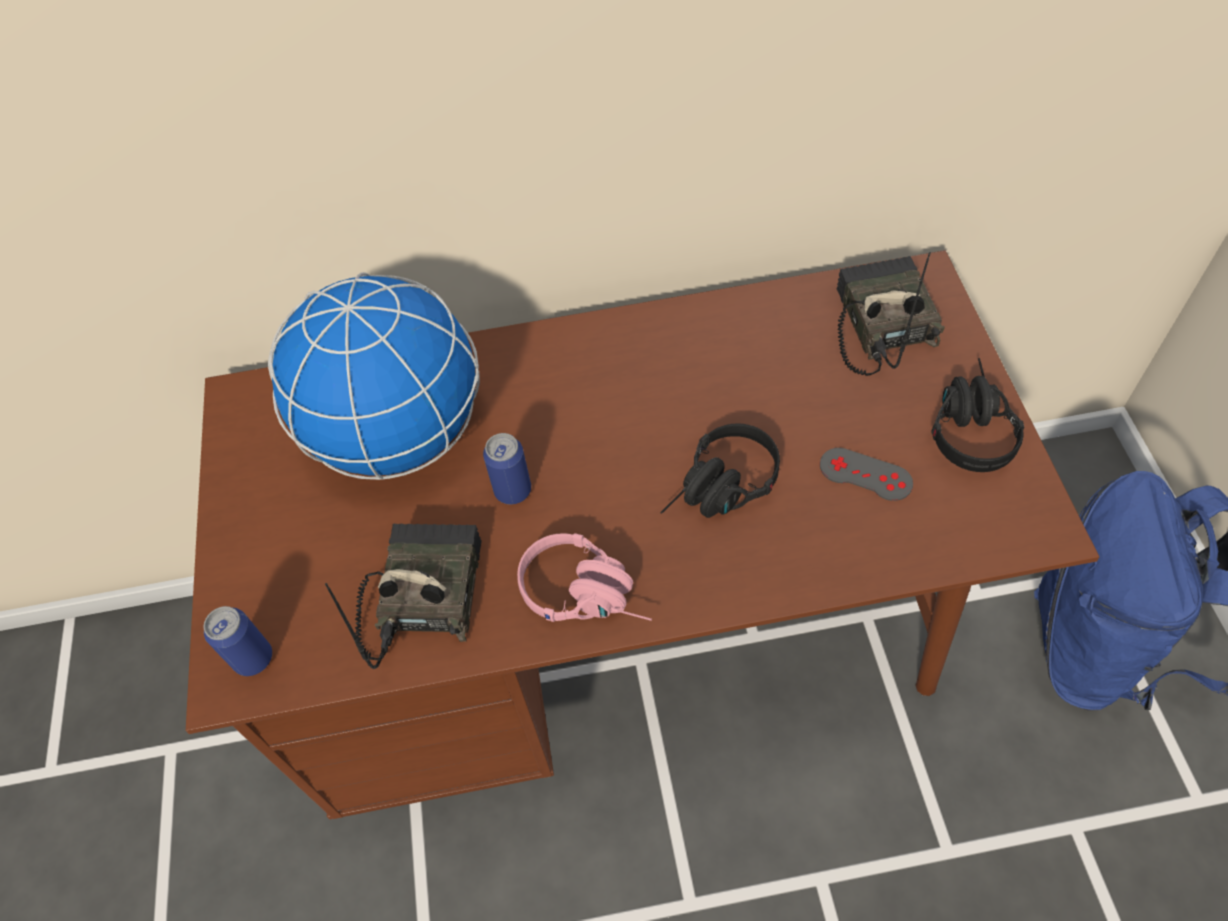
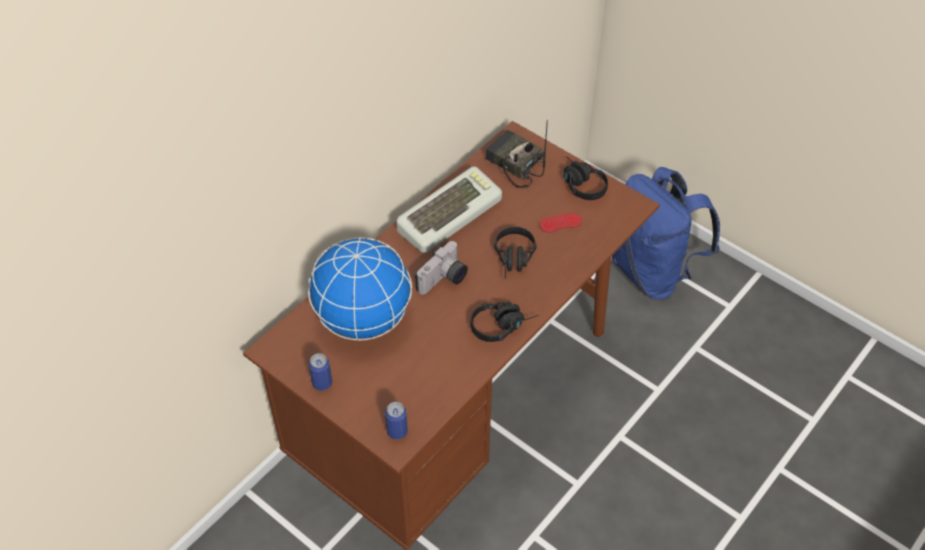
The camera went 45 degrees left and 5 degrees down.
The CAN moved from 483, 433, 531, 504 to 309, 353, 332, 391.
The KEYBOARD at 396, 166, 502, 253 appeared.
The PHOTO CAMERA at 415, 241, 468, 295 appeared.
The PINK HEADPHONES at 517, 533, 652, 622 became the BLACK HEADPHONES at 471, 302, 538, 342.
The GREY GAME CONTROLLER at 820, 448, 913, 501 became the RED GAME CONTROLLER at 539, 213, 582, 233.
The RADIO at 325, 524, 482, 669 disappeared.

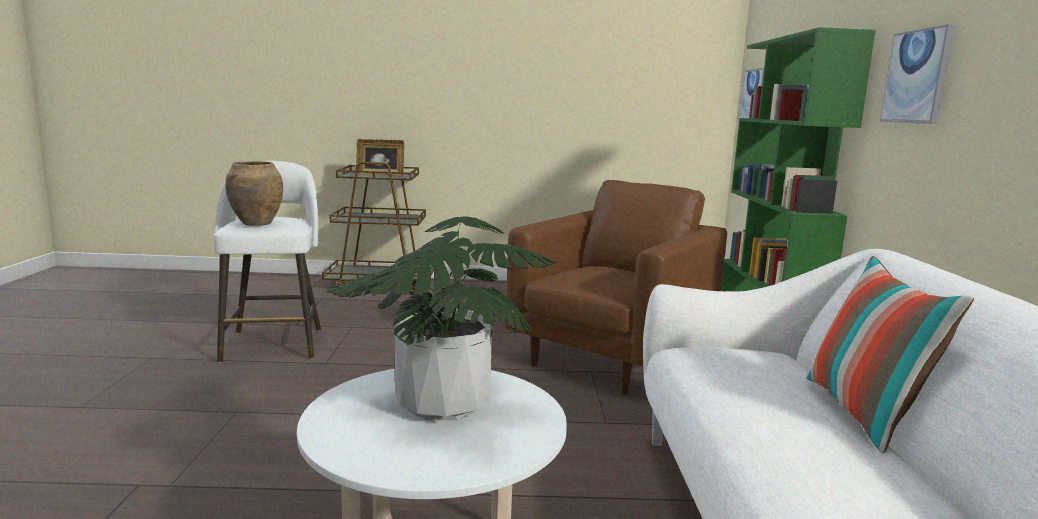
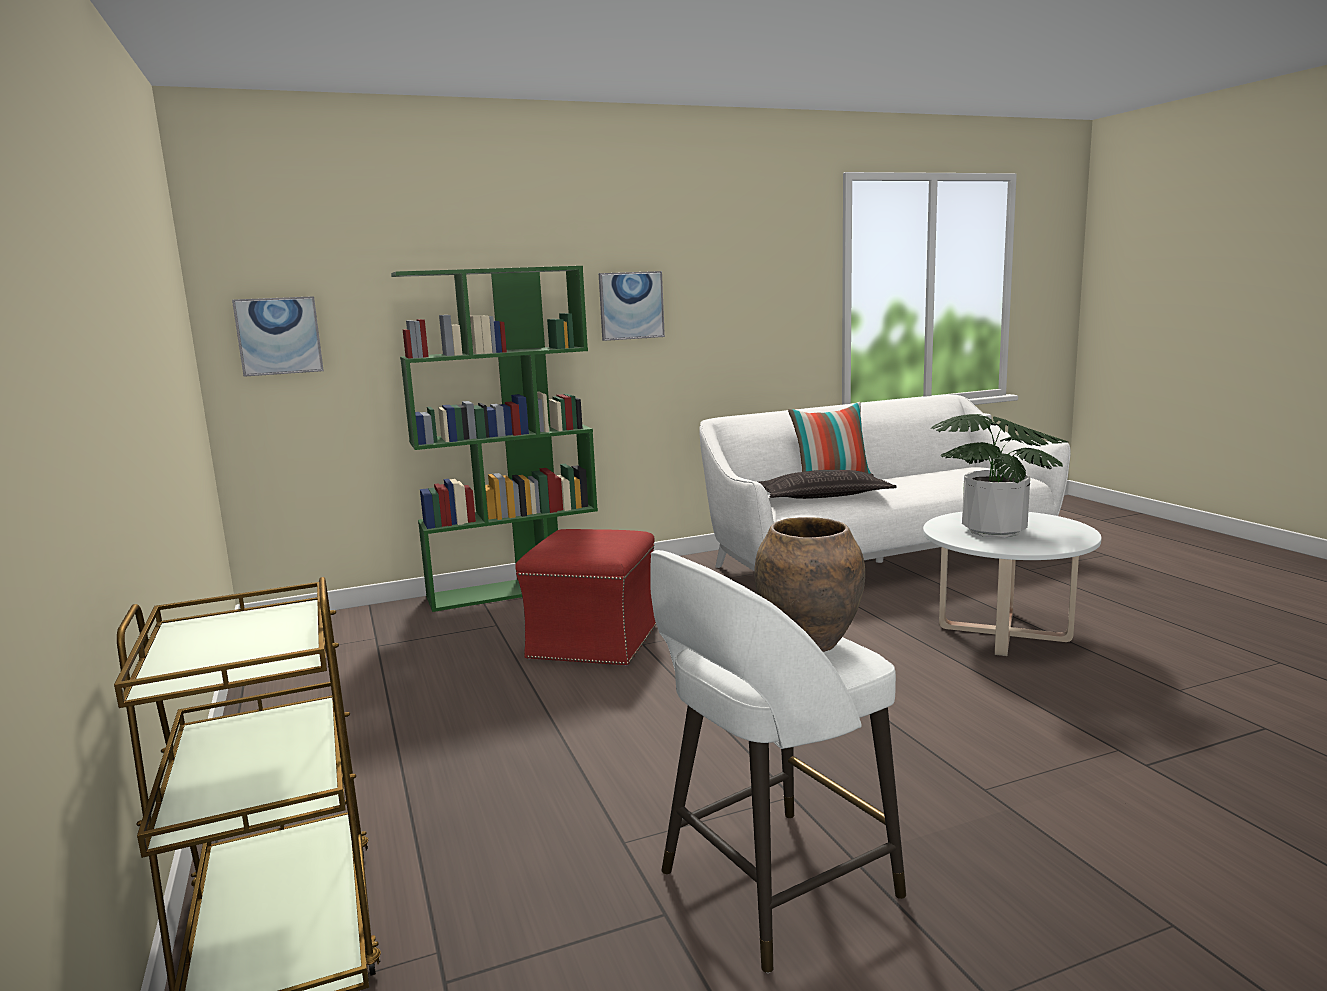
The camera went 110 degrees left and 0 degrees up.
The BROWN ARMCHAIR at 505, 180, 727, 394 was replaced by the RED OTTOMAN at 515, 529, 656, 666.
The PILLOW at 759, 470, 897, 499 appeared.
The PICTURE FRAME at 356, 139, 404, 176 disappeared.

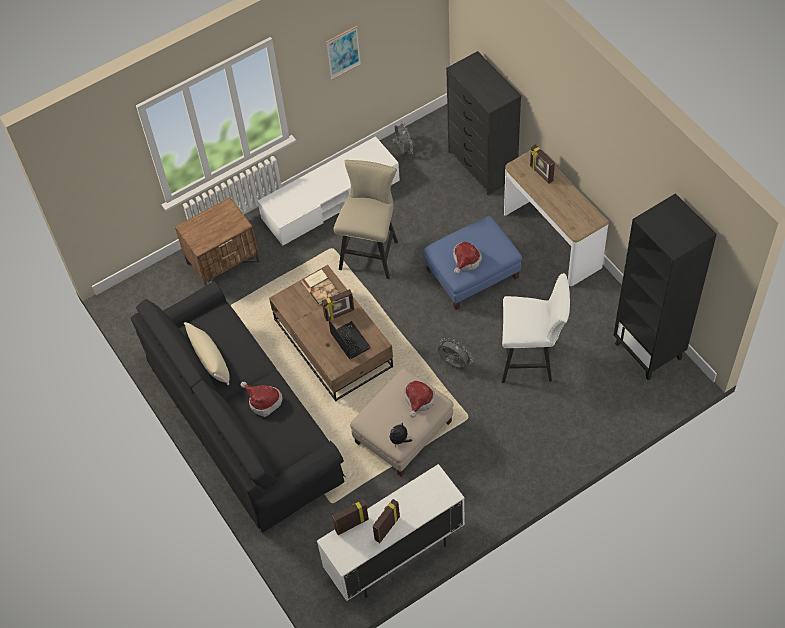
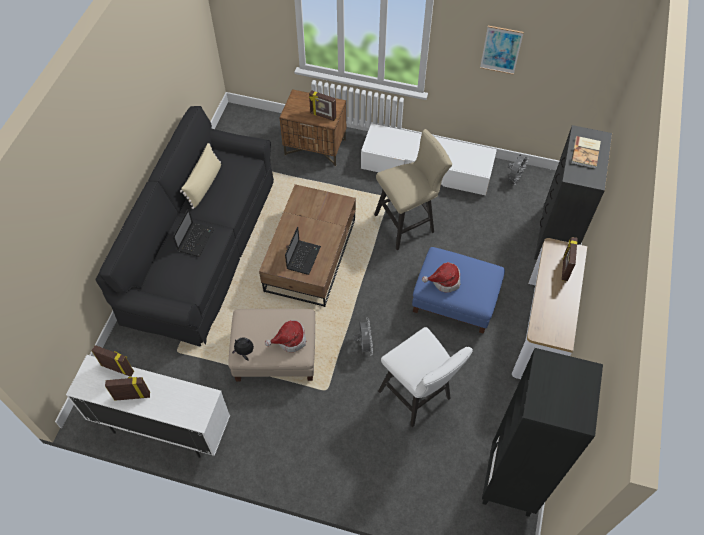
The camera went 45 degrees right and 0 degrees up.
The HAT at 241, 381, 283, 417 was replaced by the LAPTOP at 173, 208, 214, 257.
The PICTURE FRAME moved from 322, 289, 354, 321 to 309, 90, 336, 121.
The BOOK moved from 301, 269, 339, 305 to 571, 136, 601, 169.

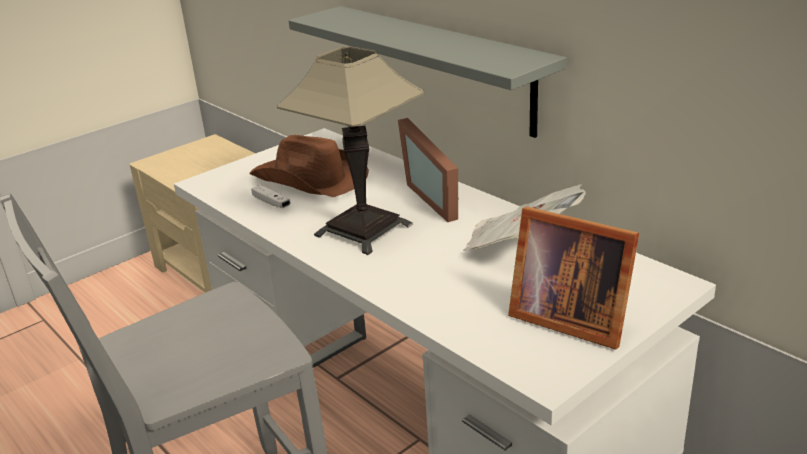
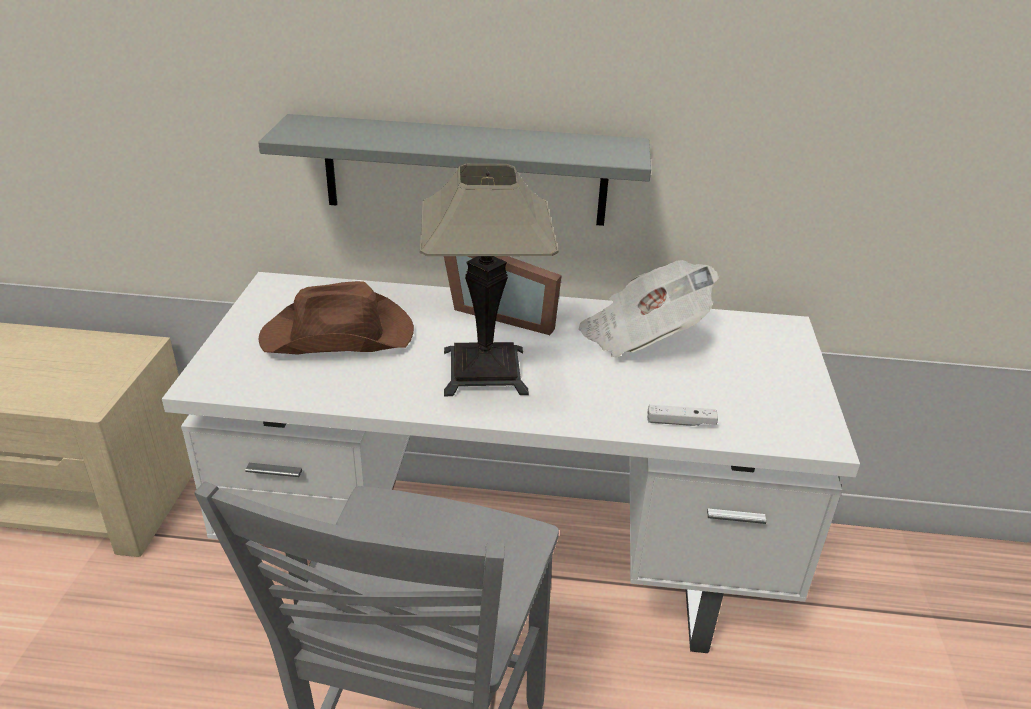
The camera went 45 degrees left and 5 degrees up.
The WHITE GAME CONTROLLER moved from 251, 185, 291, 208 to 647, 405, 718, 426.
The PICTURE FRAME at 508, 206, 639, 350 disappeared.

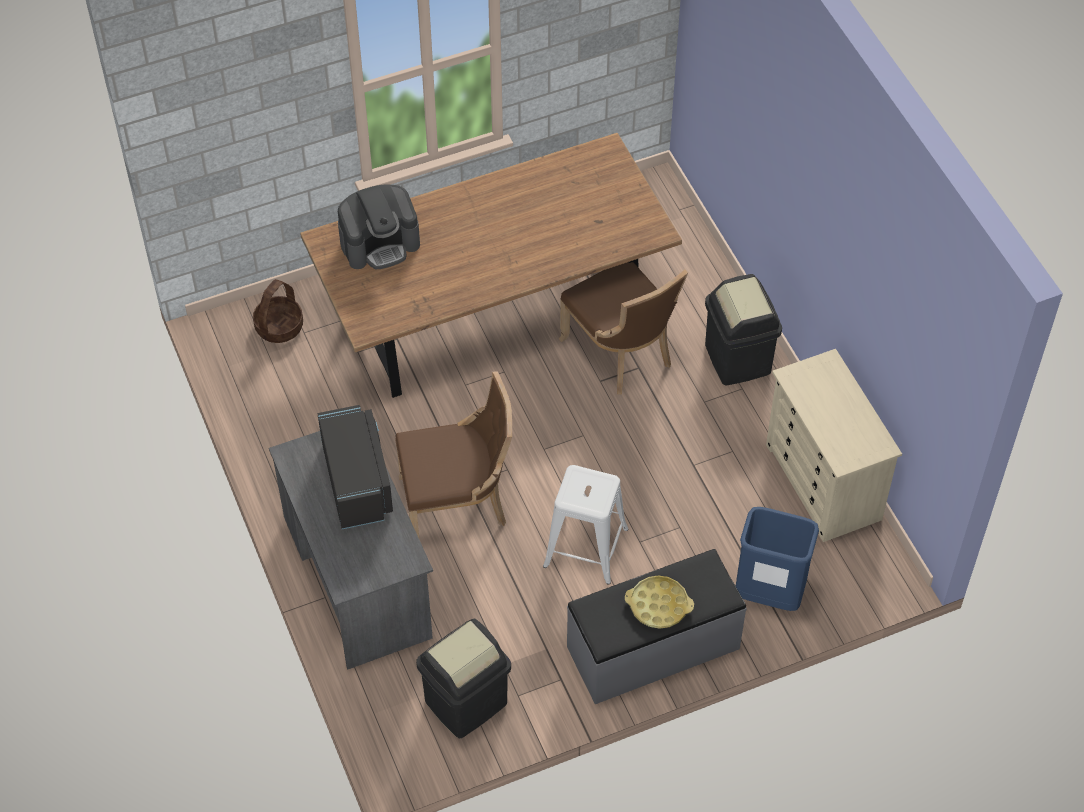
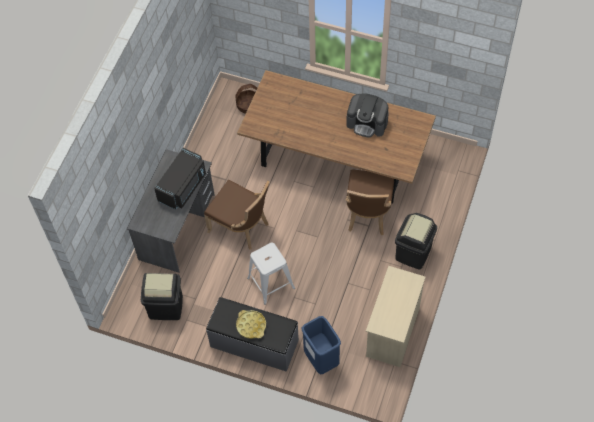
The camera went 45 degrees right and 5 degrees up.
The COFFEE MACHINE moved from 338, 184, 420, 270 to 346, 94, 389, 137.

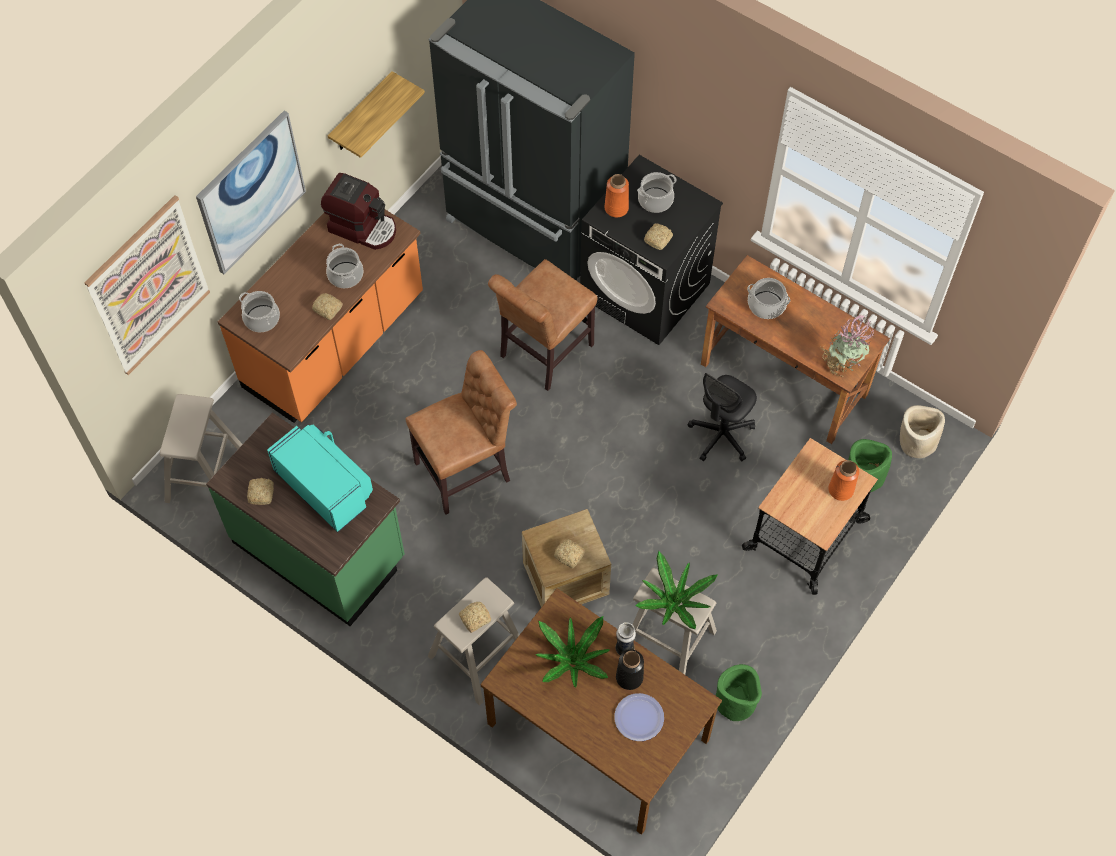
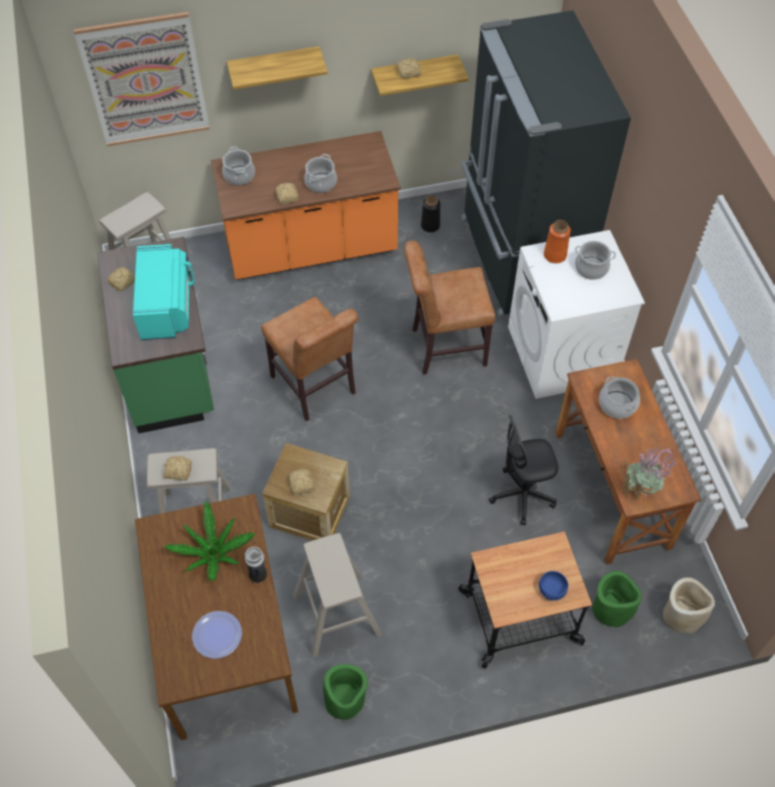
The camera went 40 degrees right and 5 degrees down.
The PICTURE at 196, 111, 306, 274 was replaced by the SHELF at 227, 46, 328, 90.
The BROWN CHAIR at 406, 350, 517, 515 turned 45 degrees clockwise.
The BREAD moved from 644, 224, 673, 250 to 397, 58, 421, 78.
The BLACK VASE moved from 616, 650, 644, 690 to 421, 195, 440, 232.
The BLACK WASHING MACHINE at 580, 155, 723, 345 became the WHITE WASHING MACHINE at 508, 230, 645, 399.
The ORANGE VASE at 828, 460, 859, 501 was replaced by the BLUE BOWL at 539, 571, 568, 601.
The COFFEE MACHINE at 321, 173, 396, 250 disappeared.
The POTTED PLANT at 635, 551, 718, 629 disappeared.

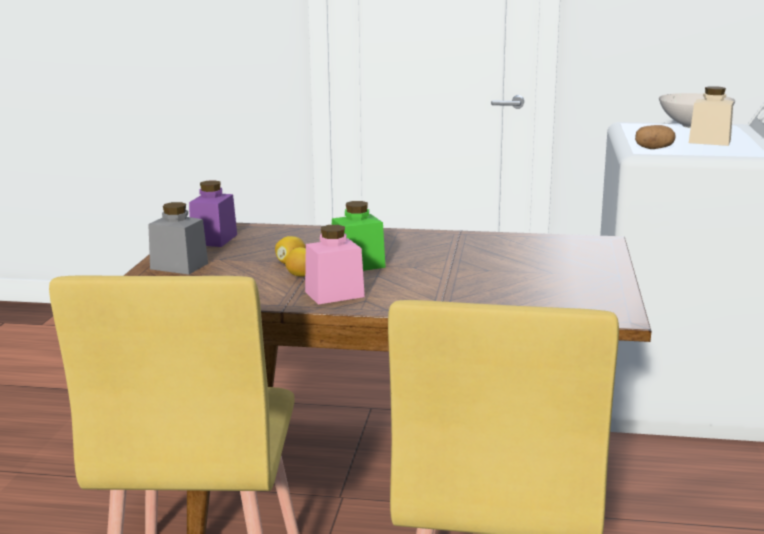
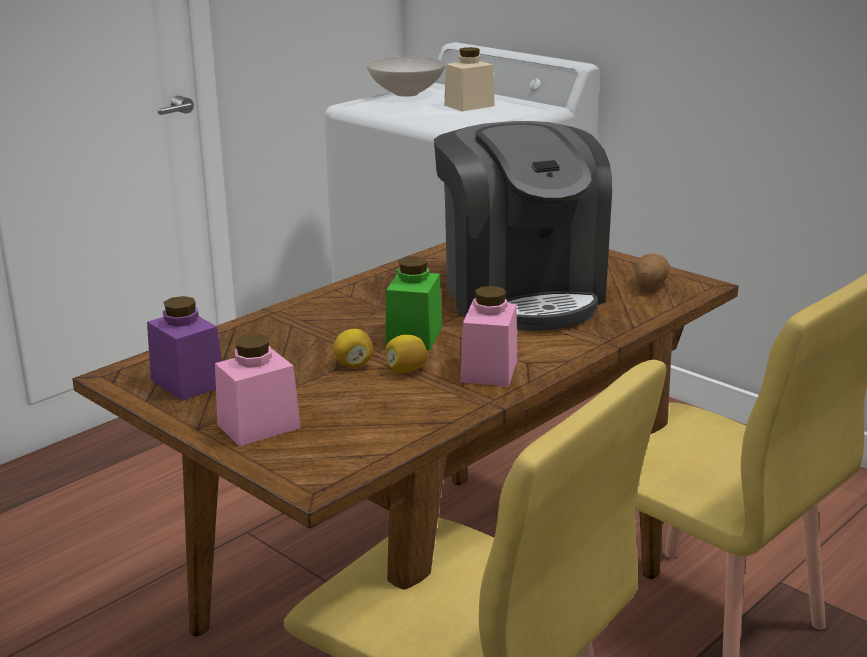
The camera went 55 degrees left and 5 degrees up.
The GREY JAR at 148, 202, 208, 275 became the PINK JAR at 215, 334, 301, 447.
The COFFEE MACHINE at 434, 121, 612, 331 appeared.
The POTATO moved from 635, 125, 676, 149 to 635, 253, 670, 288.

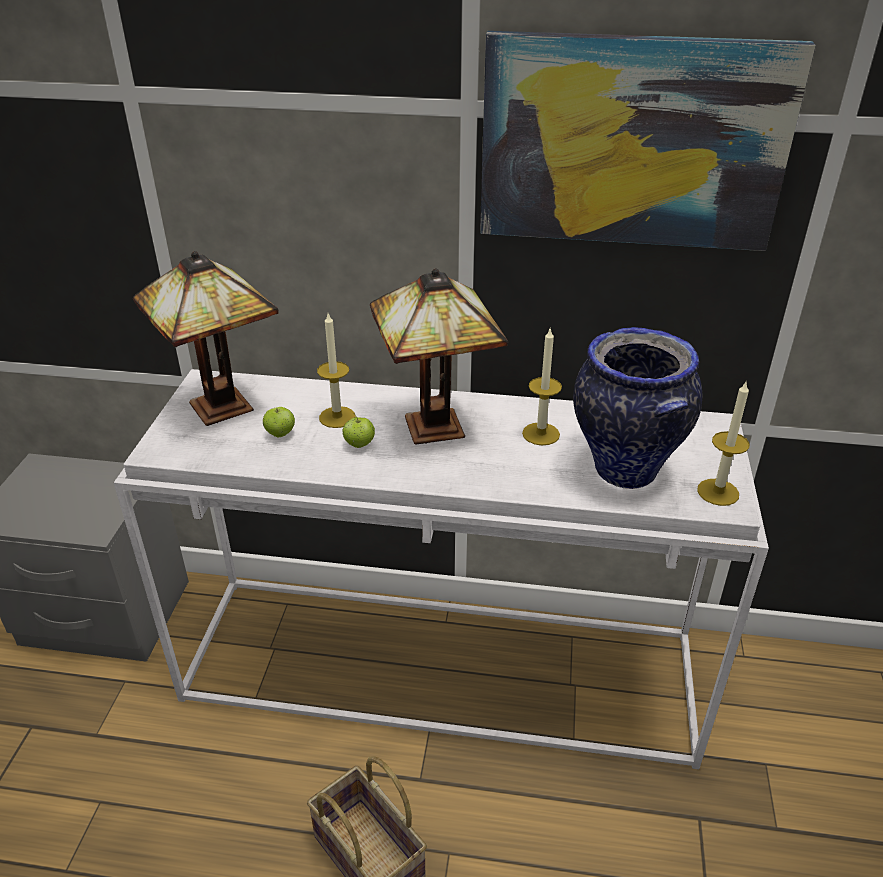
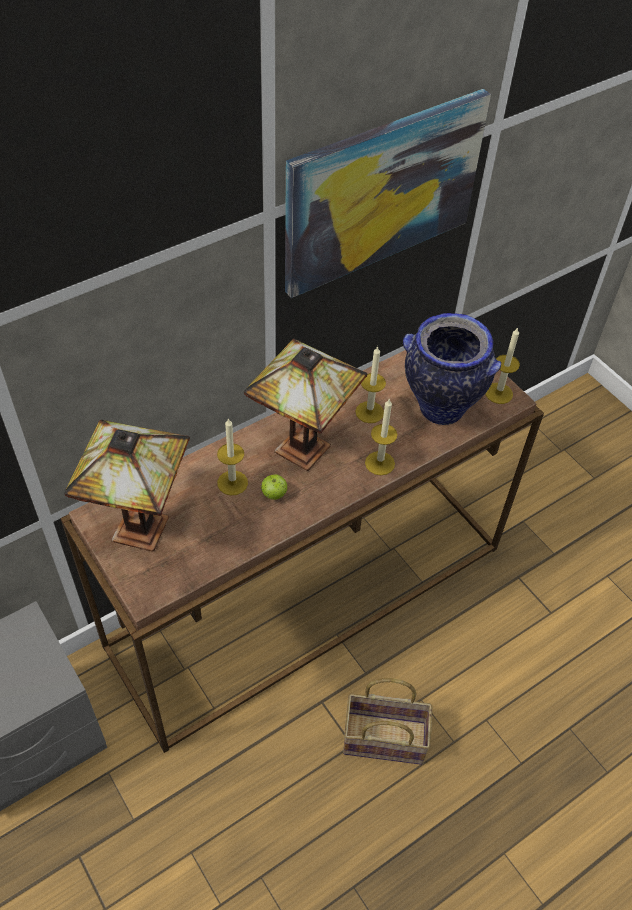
The camera went 45 degrees left and 15 degrees up.
The WHITE CONSOLE TABLE at 113, 369, 769, 769 became the BROWN CONSOLE TABLE at 60, 350, 544, 753.
The CANDLE at 365, 398, 397, 475 appeared.
The APPLE at 263, 407, 295, 437 disappeared.

